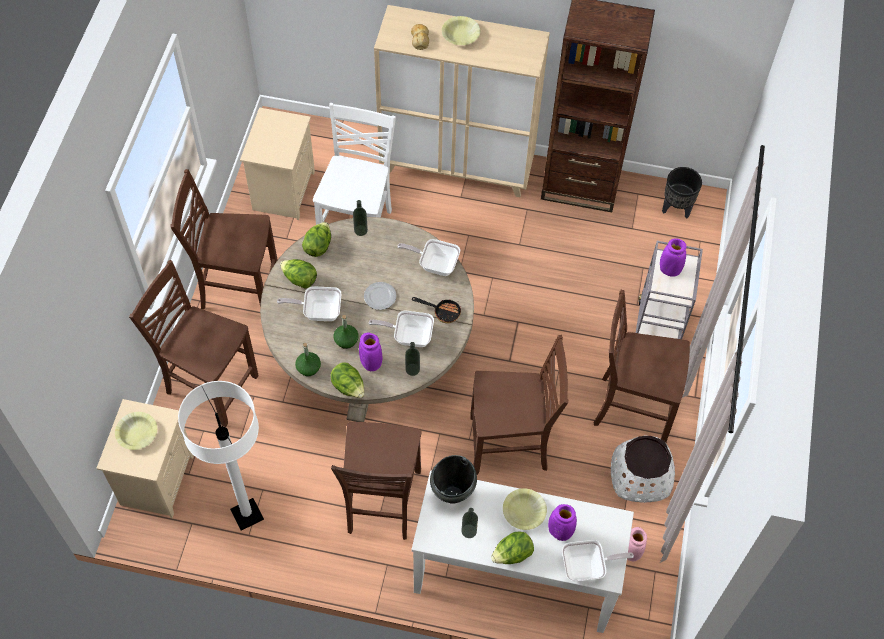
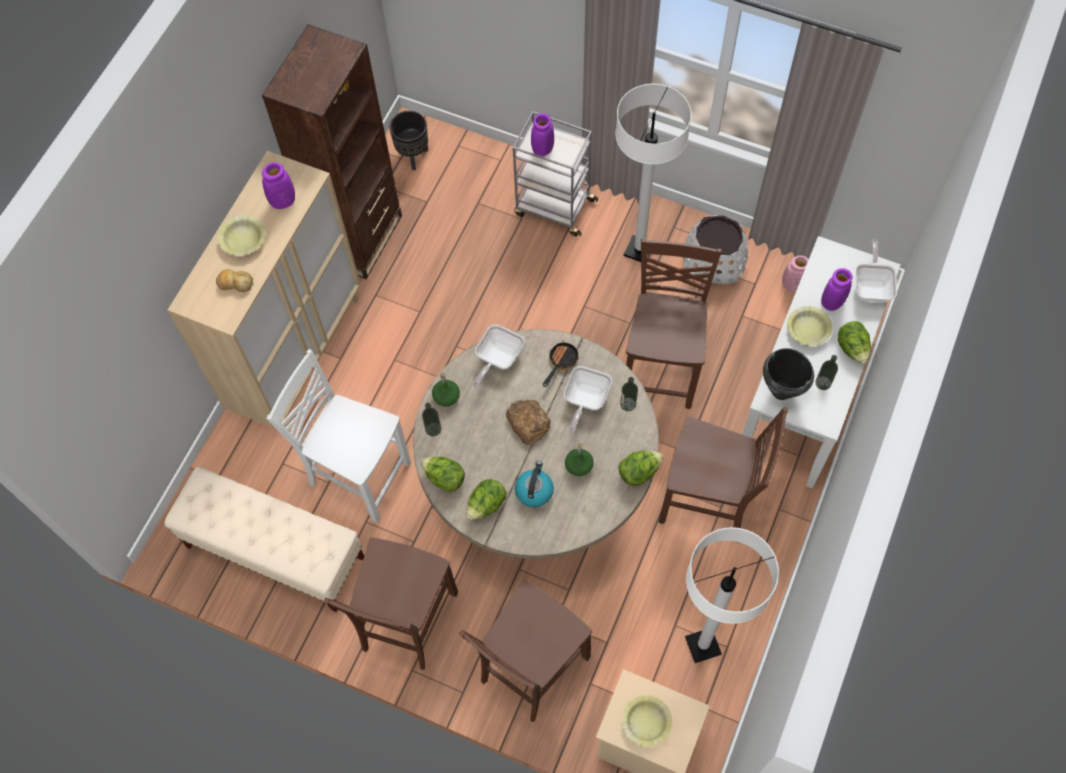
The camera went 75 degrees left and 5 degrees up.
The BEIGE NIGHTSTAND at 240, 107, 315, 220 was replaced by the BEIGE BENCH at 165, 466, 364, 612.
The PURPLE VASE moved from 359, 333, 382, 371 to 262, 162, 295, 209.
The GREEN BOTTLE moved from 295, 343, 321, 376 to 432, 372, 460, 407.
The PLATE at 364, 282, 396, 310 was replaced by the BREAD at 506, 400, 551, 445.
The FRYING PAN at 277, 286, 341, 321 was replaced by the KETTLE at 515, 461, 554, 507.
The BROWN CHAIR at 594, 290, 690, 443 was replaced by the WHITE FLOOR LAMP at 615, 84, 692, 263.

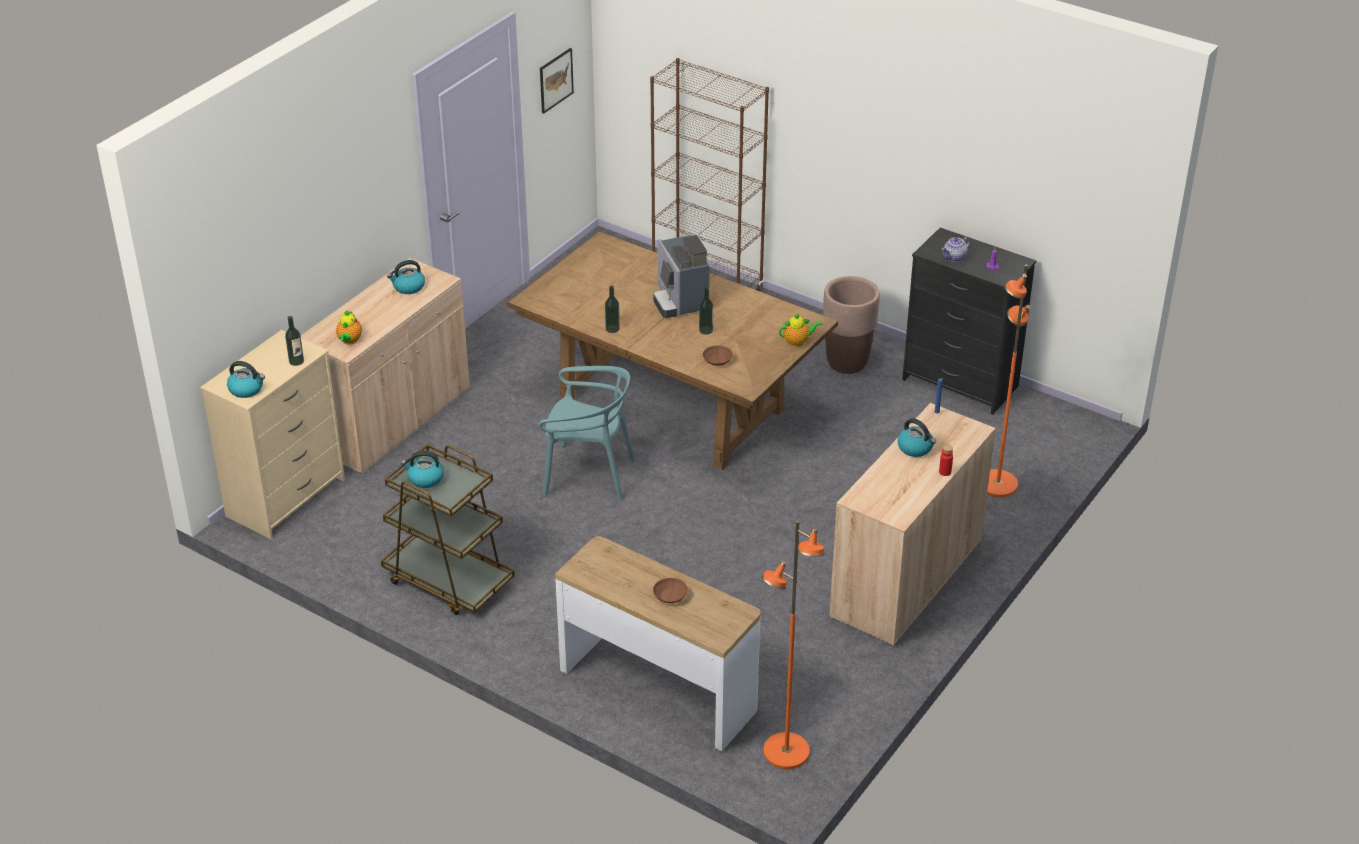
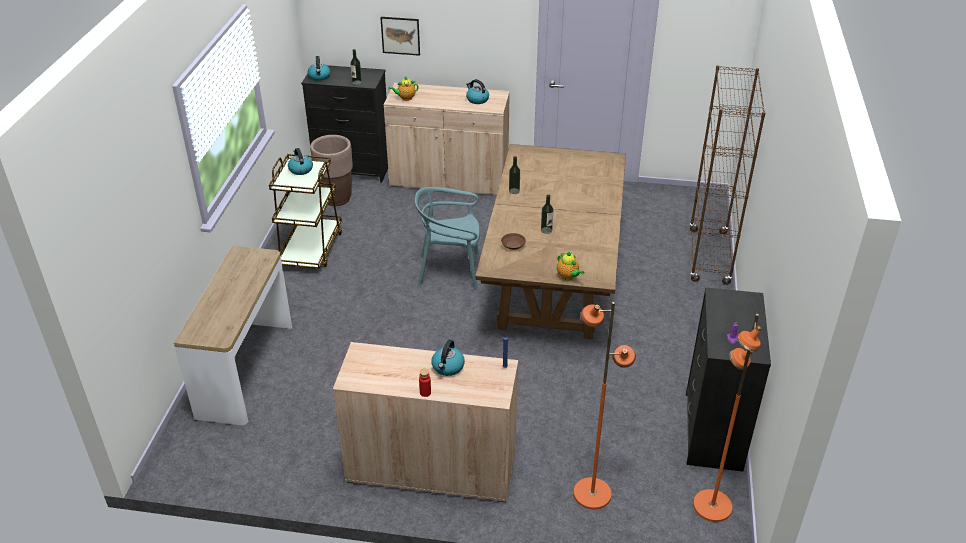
The camera went 65 degrees right and 0 degrees up.
The BEIGE DRESSER at 200, 330, 345, 539 became the BLACK DRESSER at 301, 65, 388, 183.
The BROWN PLANTER moved from 823, 276, 880, 374 to 310, 135, 353, 206.
The PICTURE moved from 540, 48, 574, 114 to 380, 17, 420, 56.
The TURQUOISE CHAIR at 538, 366, 635, 499 turned 105 degrees clockwise.
The ORANGE FLOOR LAMP moved from 762, 520, 825, 769 to 693, 314, 762, 522.
The COFFEE MACHINE at 653, 235, 709, 318 disappeared.
The BROWN BOWL at 653, 578, 688, 603 disappeared.
The TEAPOT at 942, 236, 970, 262 disappeared.

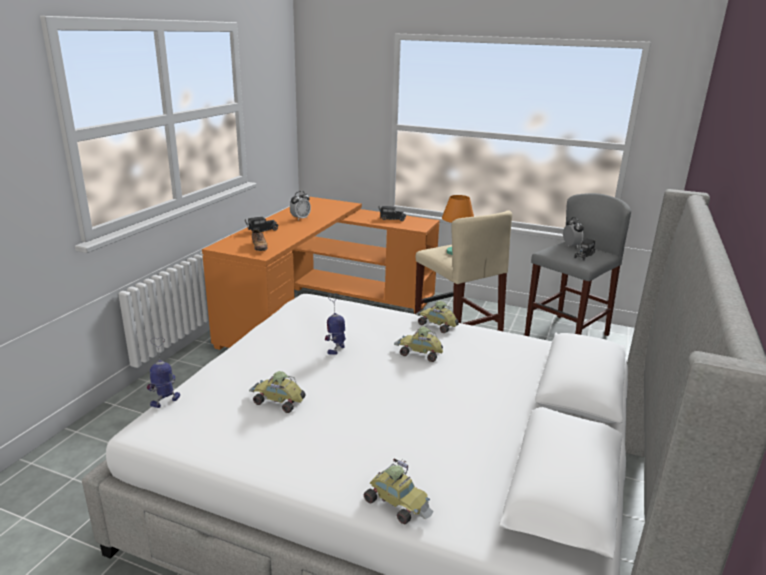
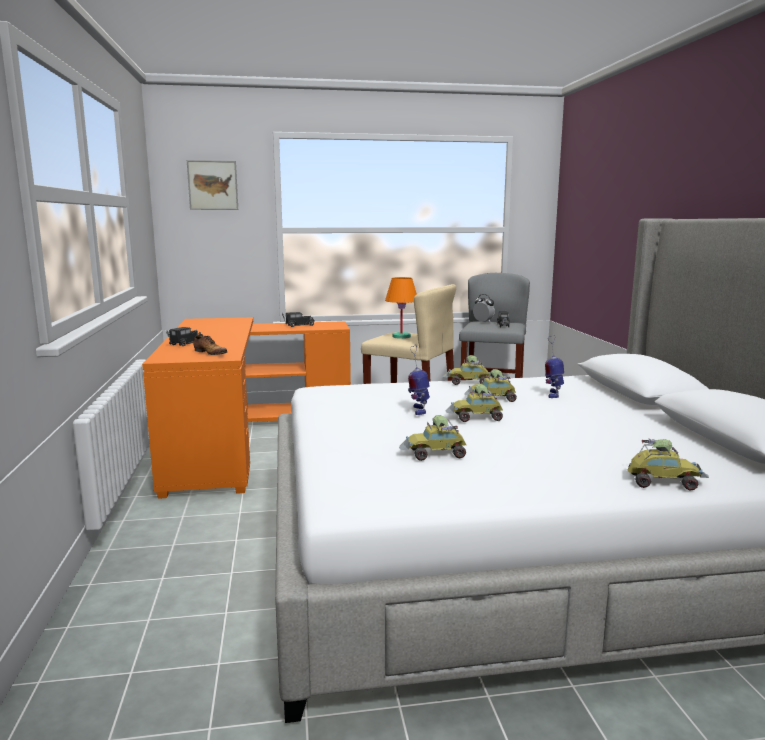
The camera went 30 degrees left and 10 degrees down.
The PICTURE at 187, 160, 238, 210 appeared.
The TOY CAR at 445, 384, 503, 422 appeared.
The TOY ROBOT moved from 147, 337, 180, 408 to 545, 335, 564, 398.
The ALARM CLOCK at 290, 191, 311, 221 disappeared.

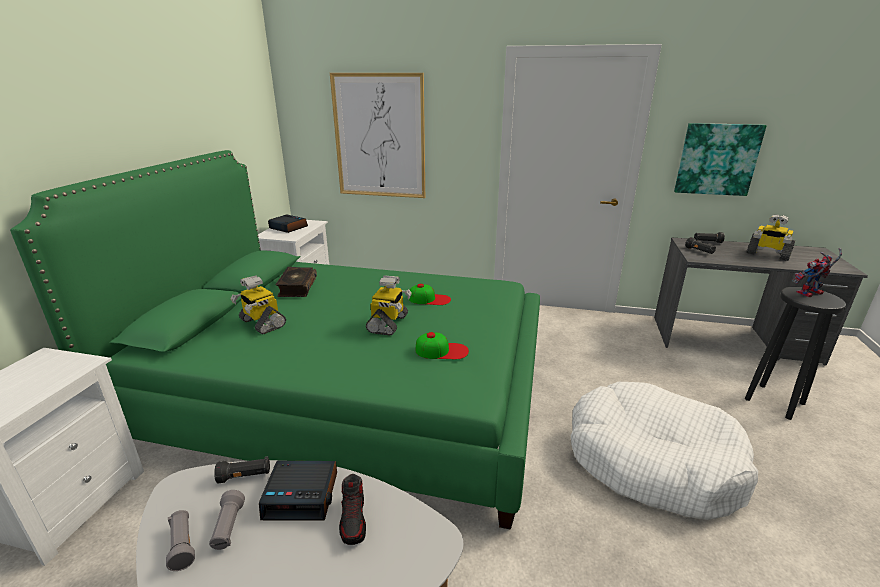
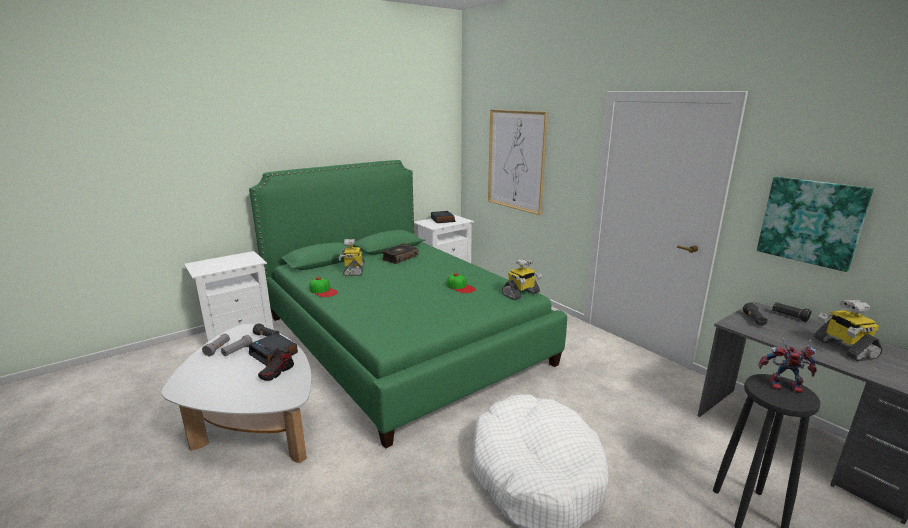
The camera went 40 degrees right and 5 degrees down.
The CAP moved from 416, 332, 469, 359 to 310, 277, 338, 297.
The TOY ROBOT moved from 366, 275, 412, 336 to 502, 258, 542, 300.

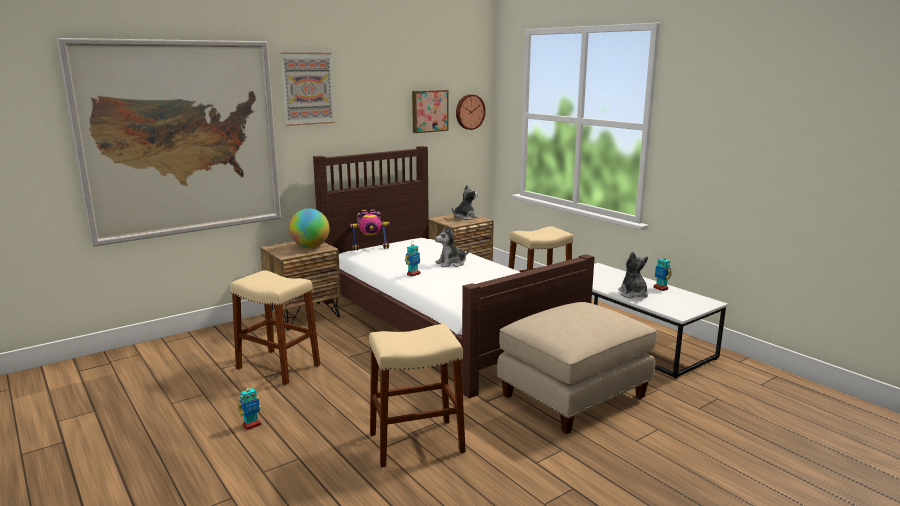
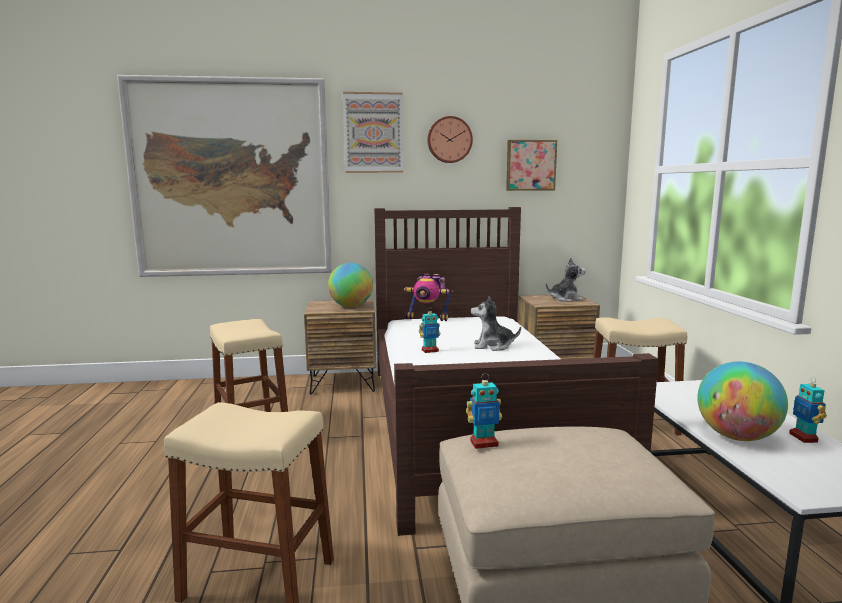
The camera went 30 degrees right and 5 degrees down.
The WALL CLOCK moved from 456, 94, 486, 130 to 427, 116, 473, 163.
The TOY ROBOT moved from 238, 384, 261, 430 to 466, 373, 502, 449.
The PLUSH TOY at 618, 251, 648, 299 was replaced by the GLOBE at 697, 361, 788, 441.

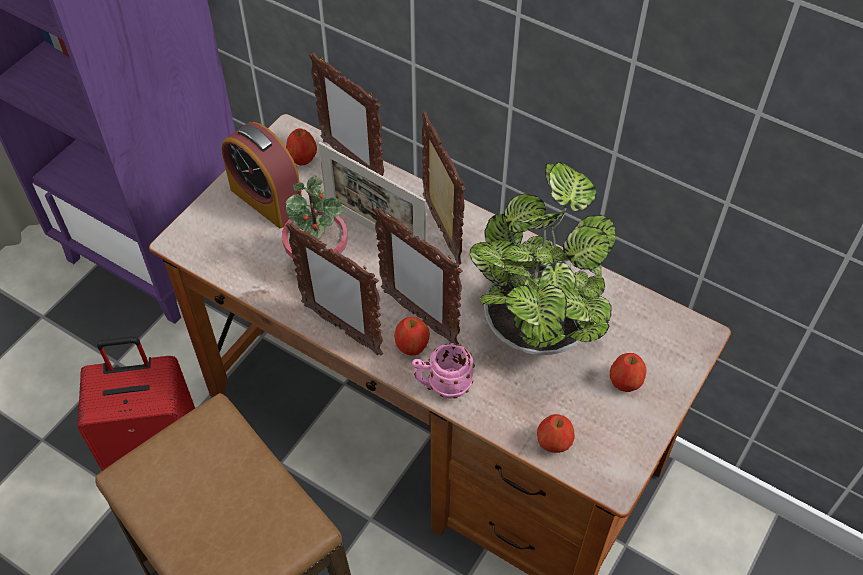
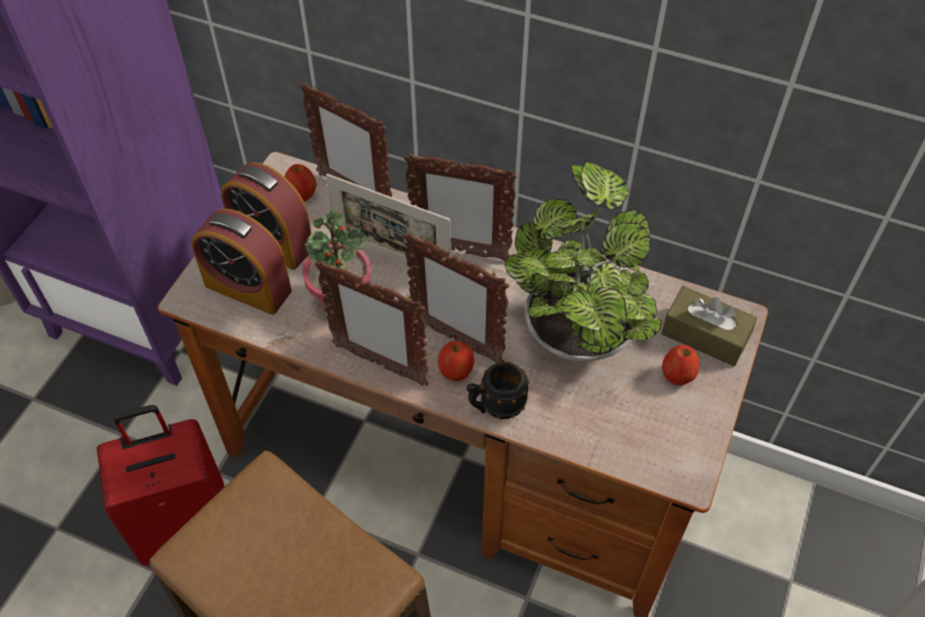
The camera went 10 degrees left and 0 degrees up.
The ALARM CLOCK at 192, 209, 292, 315 appeared.
The PICTURE FRAME at 422, 111, 465, 265 turned 135 degrees clockwise.
The PINK MUG at 412, 343, 475, 399 became the BLACK MUG at 467, 362, 529, 419.
The BROWN TISSUE BOX at 661, 286, 757, 366 appeared.
The APPLE at 537, 414, 575, 453 disappeared.

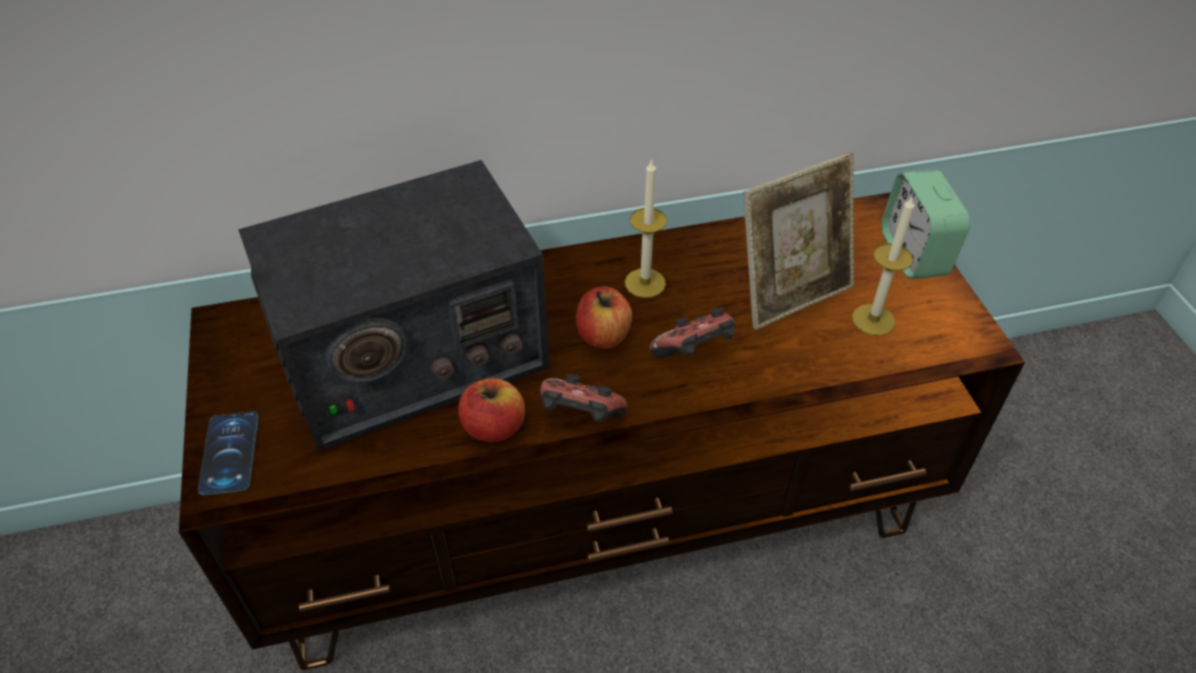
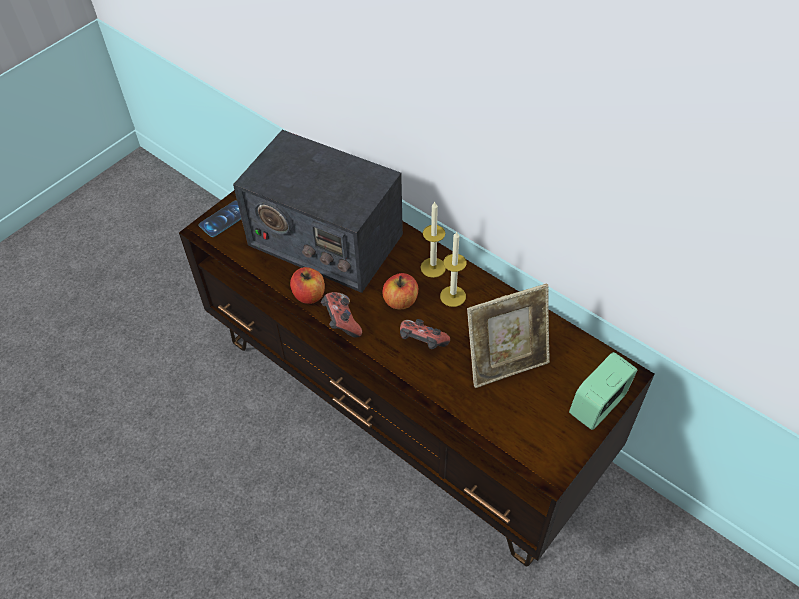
The camera went 55 degrees right and 5 degrees up.
The CANDLE moved from 852, 195, 915, 336 to 420, 202, 446, 278.
The PICTURE FRAME at 743, 152, 854, 330 turned 45 degrees counterclockwise.

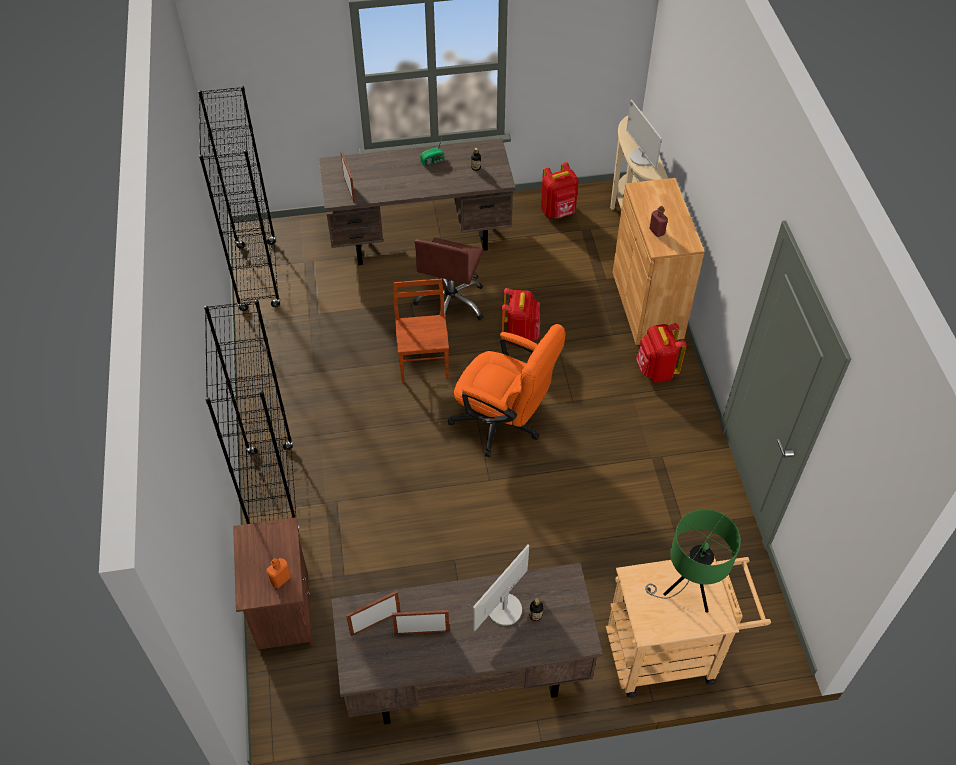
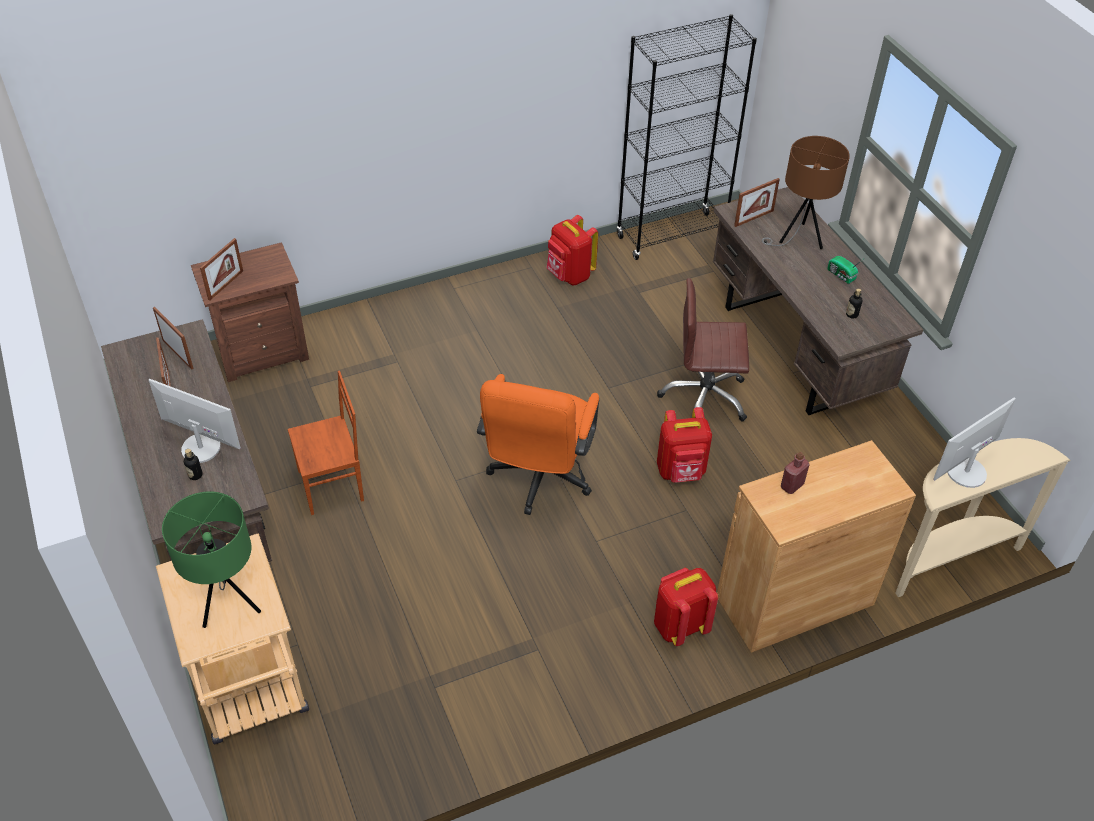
The camera went 75 degrees right and 5 degrees down.
The ORANGE BOTTLE at 266, 558, 291, 588 was replaced by the PICTURE FRAME at 200, 238, 243, 301.
The BROWN CHAIR moved from 393, 278, 449, 383 to 288, 370, 364, 515.
The RED BACKPACK moved from 541, 162, 578, 219 to 547, 215, 598, 285.
The BROWN TABLE LAMP at 762, 136, 850, 249 appeared.
The BLACK BOOKCASE at 204, 300, 300, 532 disappeared.

